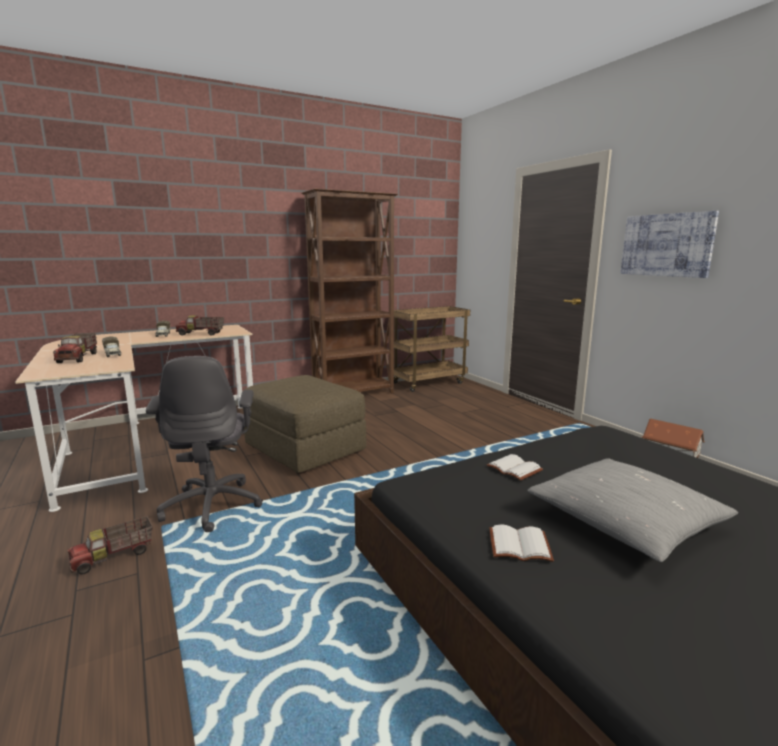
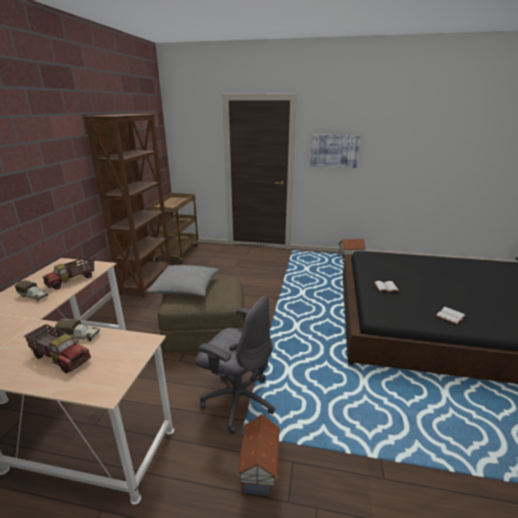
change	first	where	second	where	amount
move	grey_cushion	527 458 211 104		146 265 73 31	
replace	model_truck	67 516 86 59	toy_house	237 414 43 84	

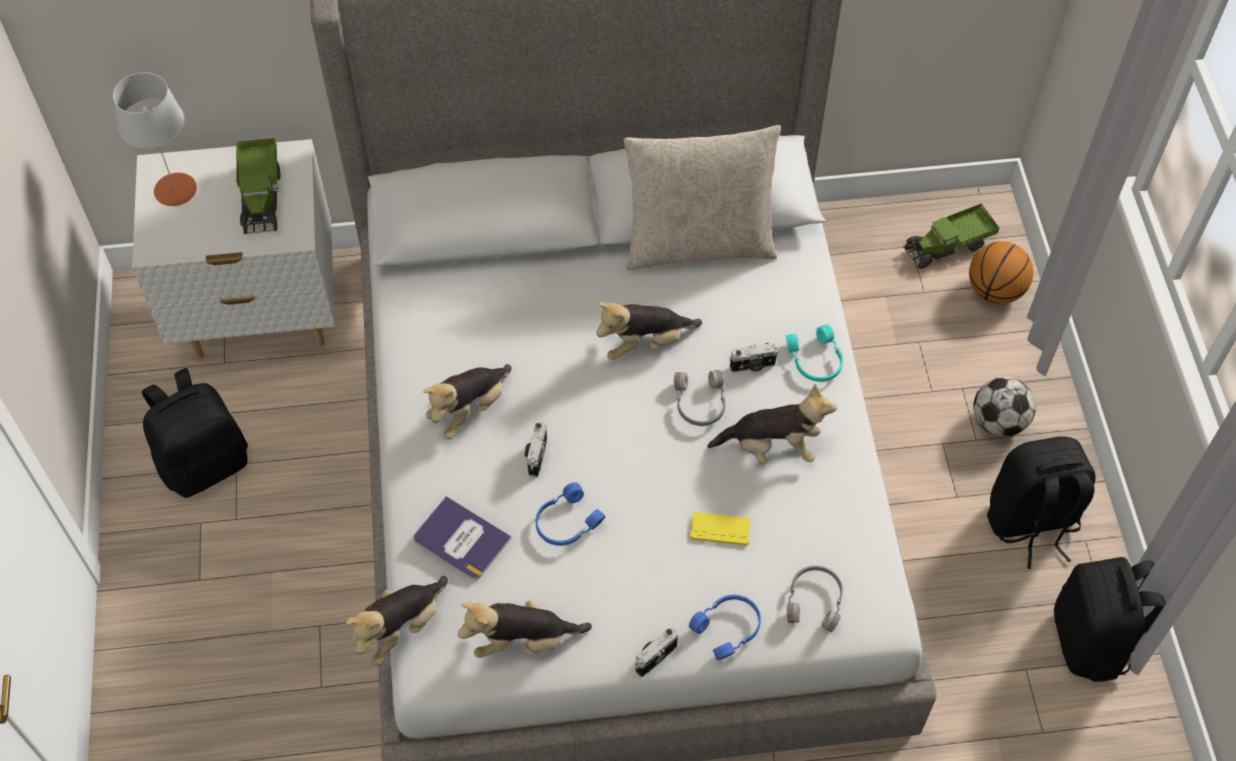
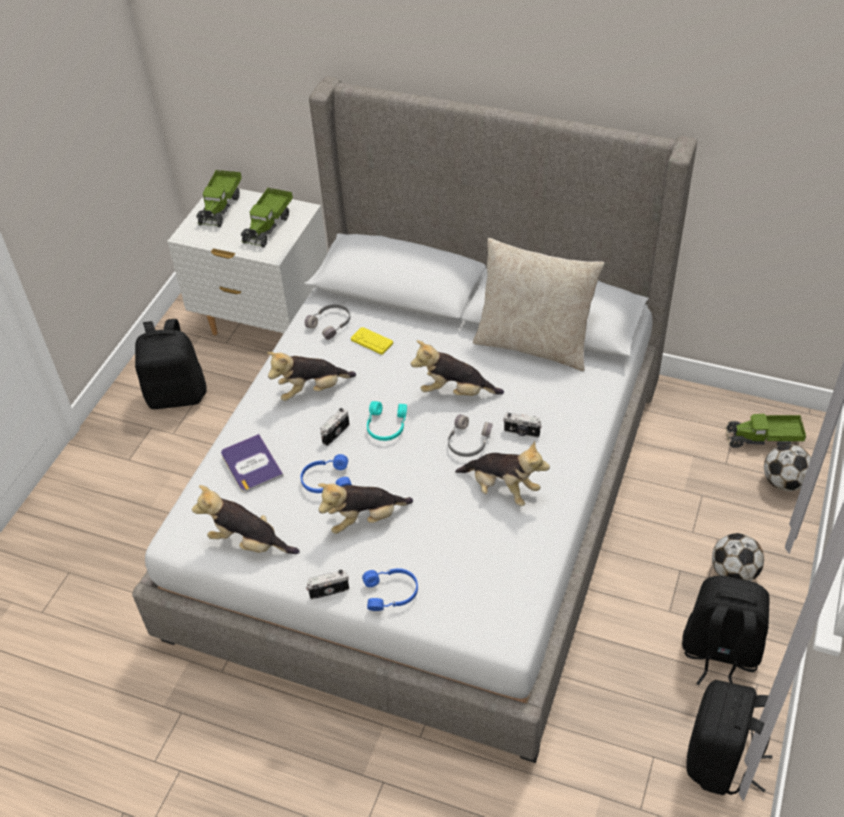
change	first	where	second	where	amount
replace	grey_lamp_for_a_table	113 73 84 133	model_truck	196 170 46 58	
move	grey_headset	787 566 56 66		305 304 45 36	
move	soft_toy	346 576 102 90		318 483 95 51	
move	yellowish_joypad	690 512 61 34		351 327 42 28	
move	turquoise_headset	786 324 57 58		367 401 40 40	
replace	basketball_ball	969 241 64 63	football	764 444 47 47	

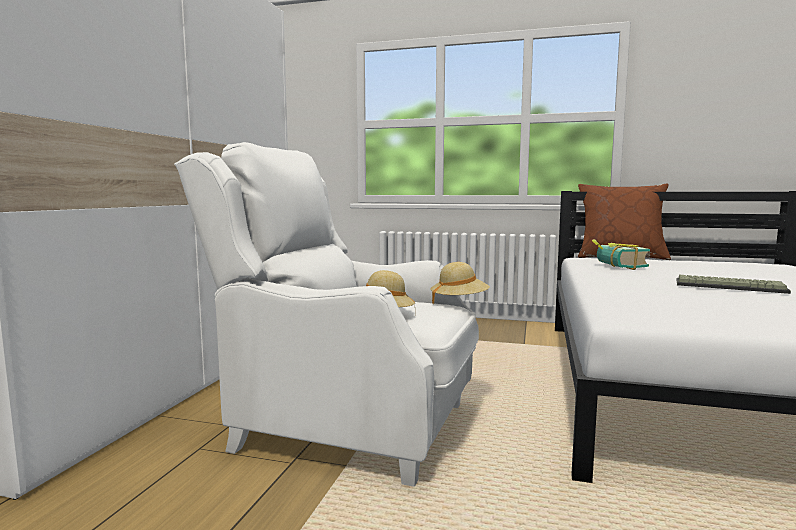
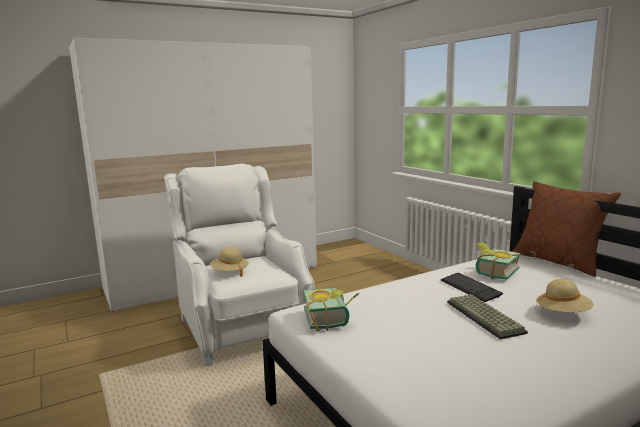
change	first	where	second	where	amount
insert			book	304 287 55 45	
insert			keyboard	441 273 62 29	
move	sand-coloured_wearable_hat	430 262 60 43		536 279 57 33	

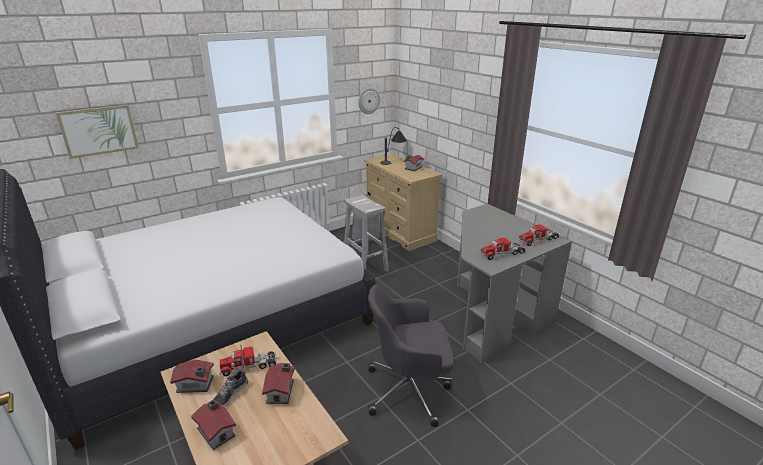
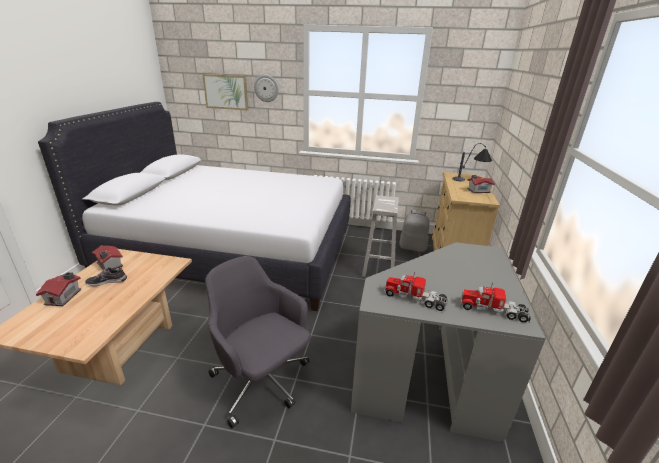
change	first	where	second	where	amount
move	wall_clock	358 88 22 26		254 75 25 27	
delete	model_truck	219 345 58 31			
delete	toy_house	262 363 33 41			

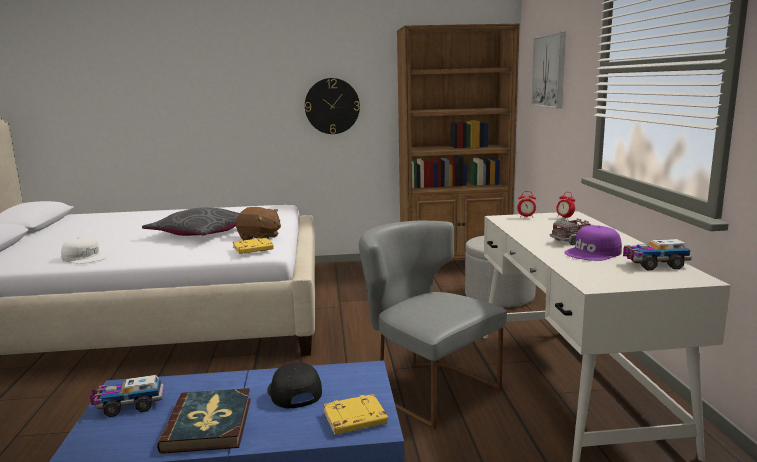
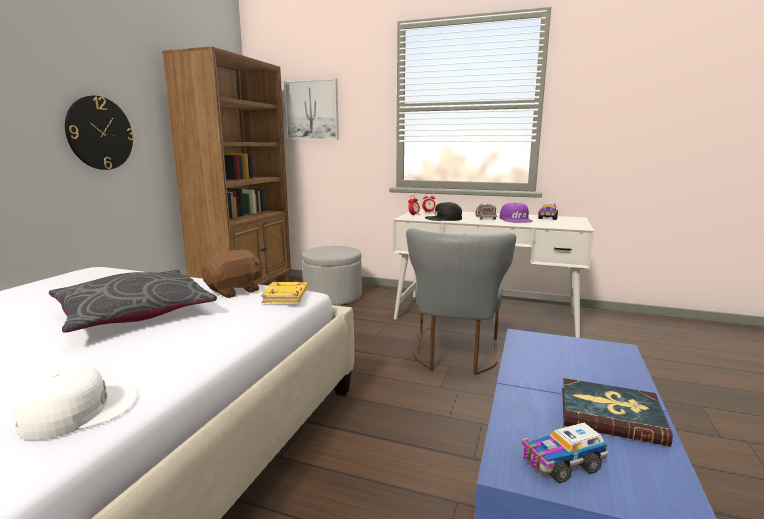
change	first	where	second	where	amount
rotate	grey_chair	359 221 148 208		406 228 110 147	60 degrees counterclockwise
move	black-coloured_cap	267 362 55 47		425 202 37 19	
rotate	model_truck	90 375 74 42		522 423 86 61	60 degrees clockwise
delete	yellowish_book	323 394 65 41			

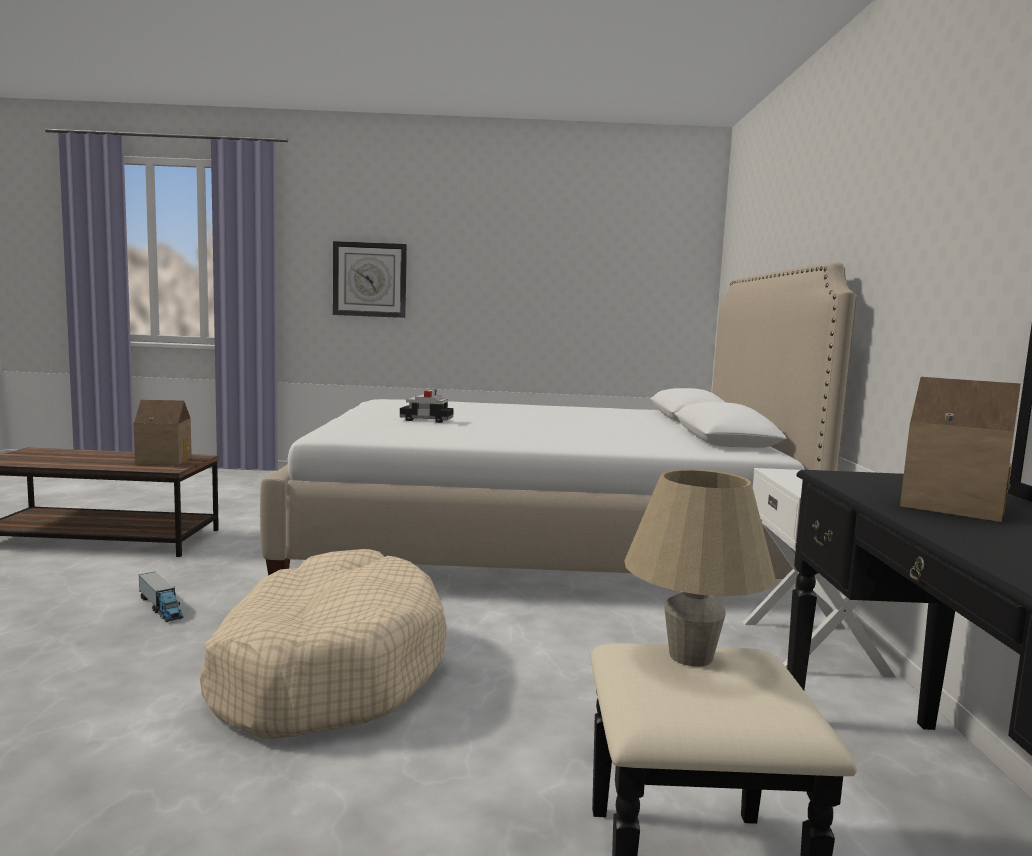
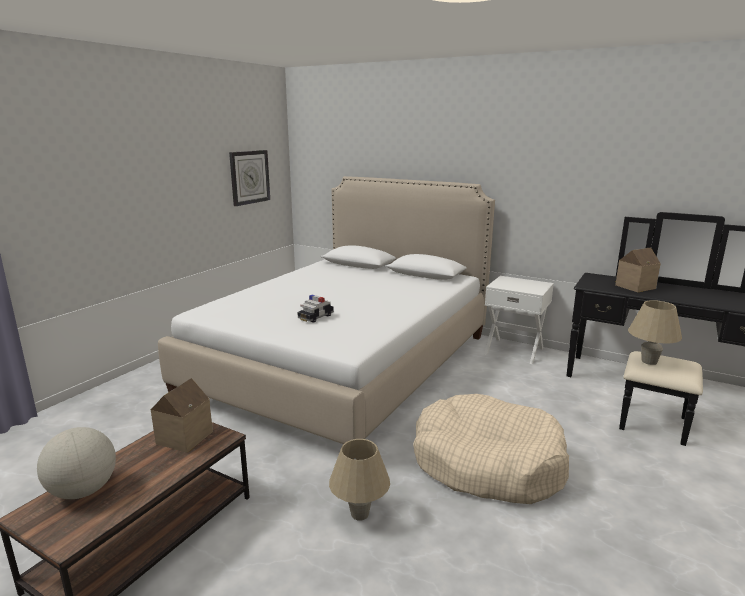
change	first	where	second	where	amount
insert			globe	37 427 79 72	
move	wall_clock	333 241 74 77		229 150 41 56	
replace	model_truck	139 571 44 51	sand-coloured_lamp_for_a_table	329 439 61 82	

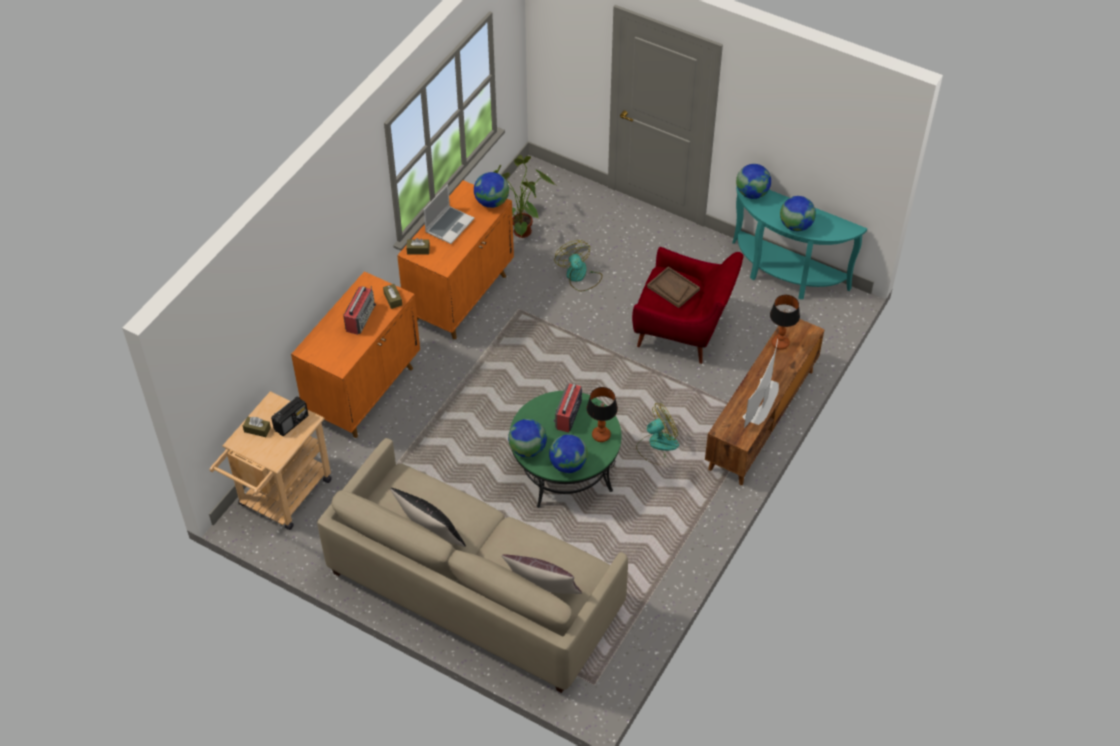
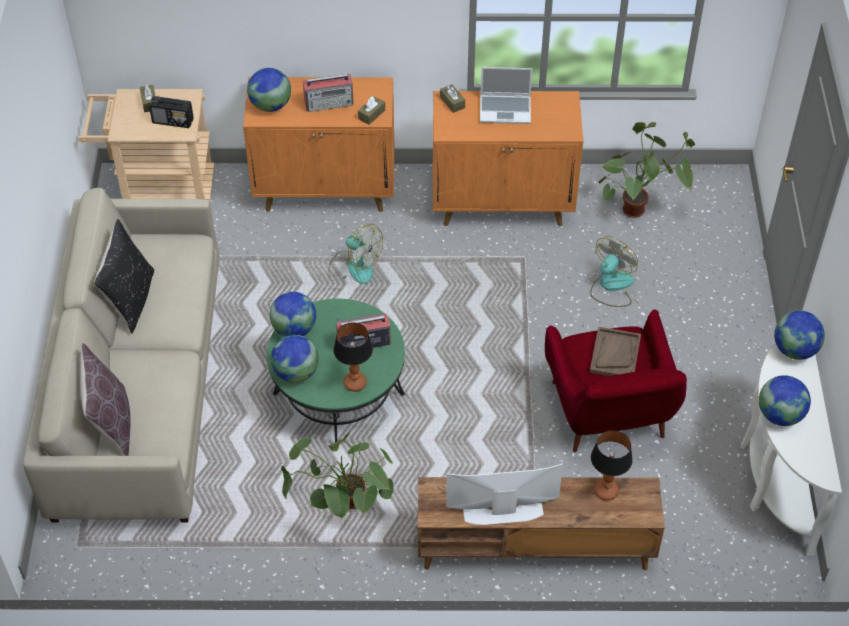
change	first	where	second	where	amount
move	globe	474 172 35 36		247 68 44 44	
insert			houseplant	281 430 113 88	
move	electric_fan	636 403 43 62		329 224 54 60	
recolor	turquoise_hall_table	732 186 135 113	whitish_hall_table	741 343 101 213	

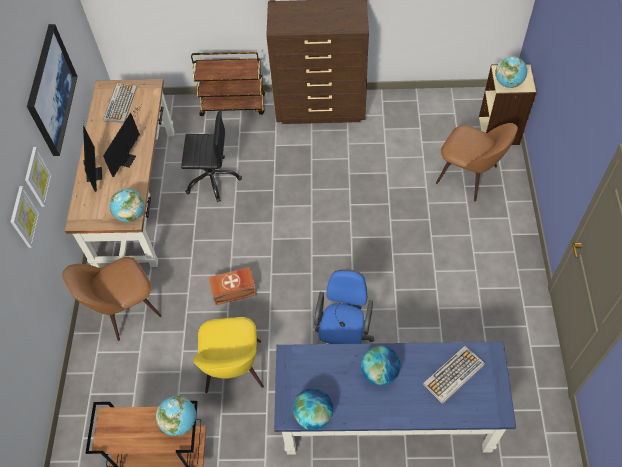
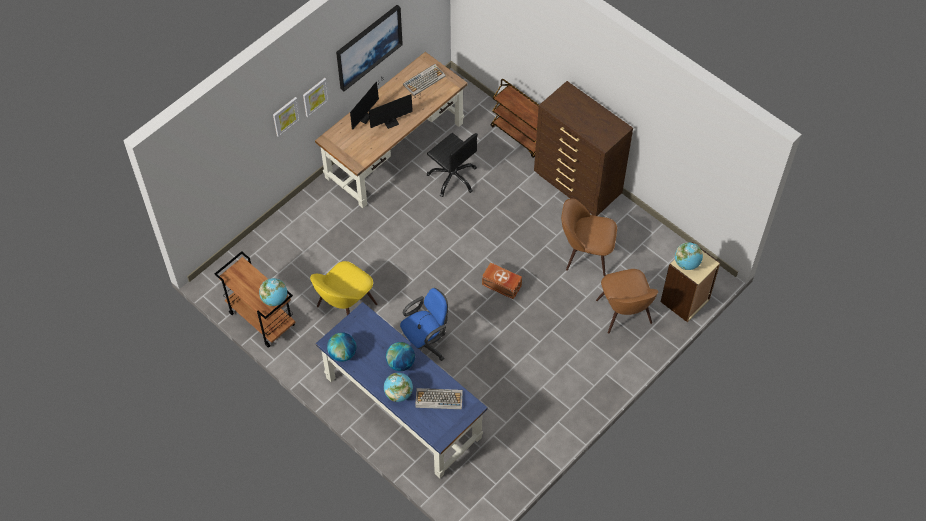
change	first	where	second	where	amount
move	globe	110 189 34 33		384 373 29 29	
move	brownish_storage_bin	208 267 49 38		482 262 40 37	
move	brownish_chair	62 257 100 84		561 198 56 78	

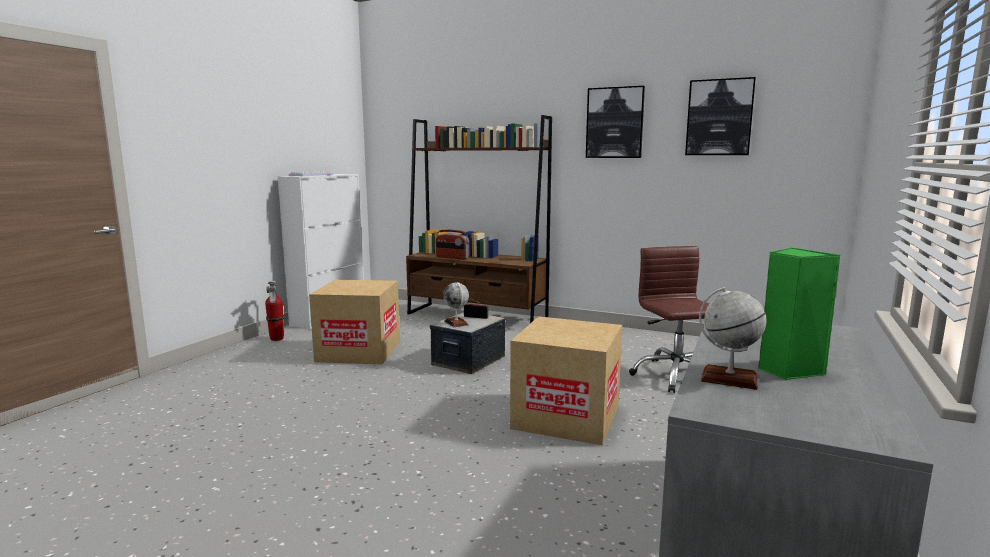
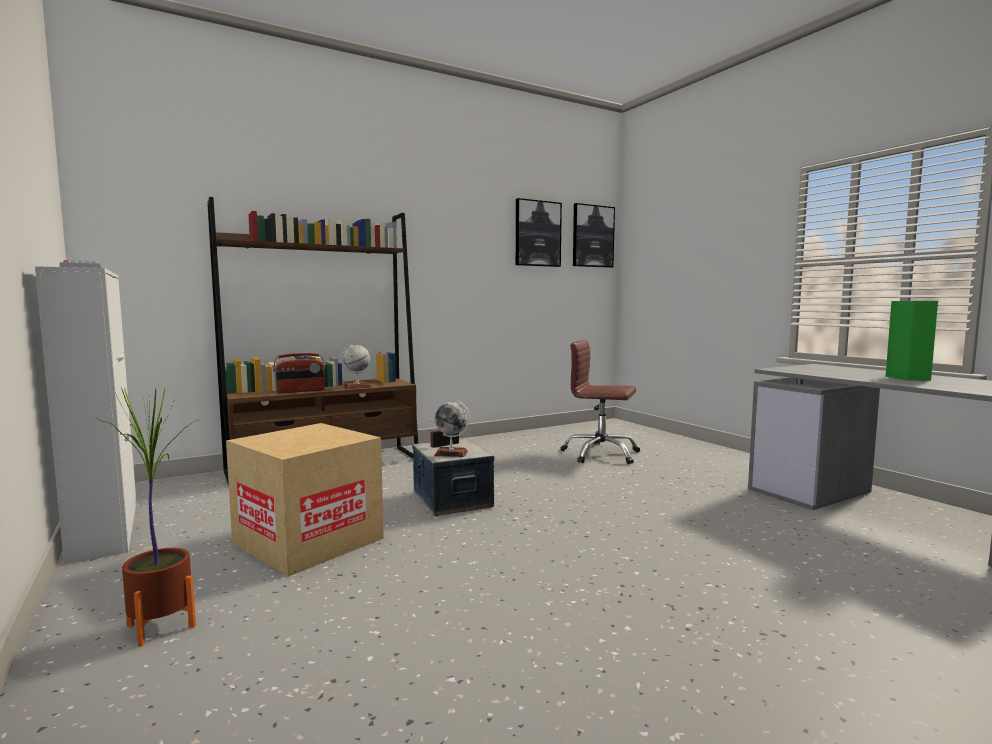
change	first	where	second	where	amount
insert			houseplant	96 386 102 261	
move	globe	699 287 67 103		341 344 31 45	
move	picture	586 86 59 72		573 203 42 65	
delete	fire_extinguisher	265 281 19 60			
delete	cardboard_box	510 316 112 129			

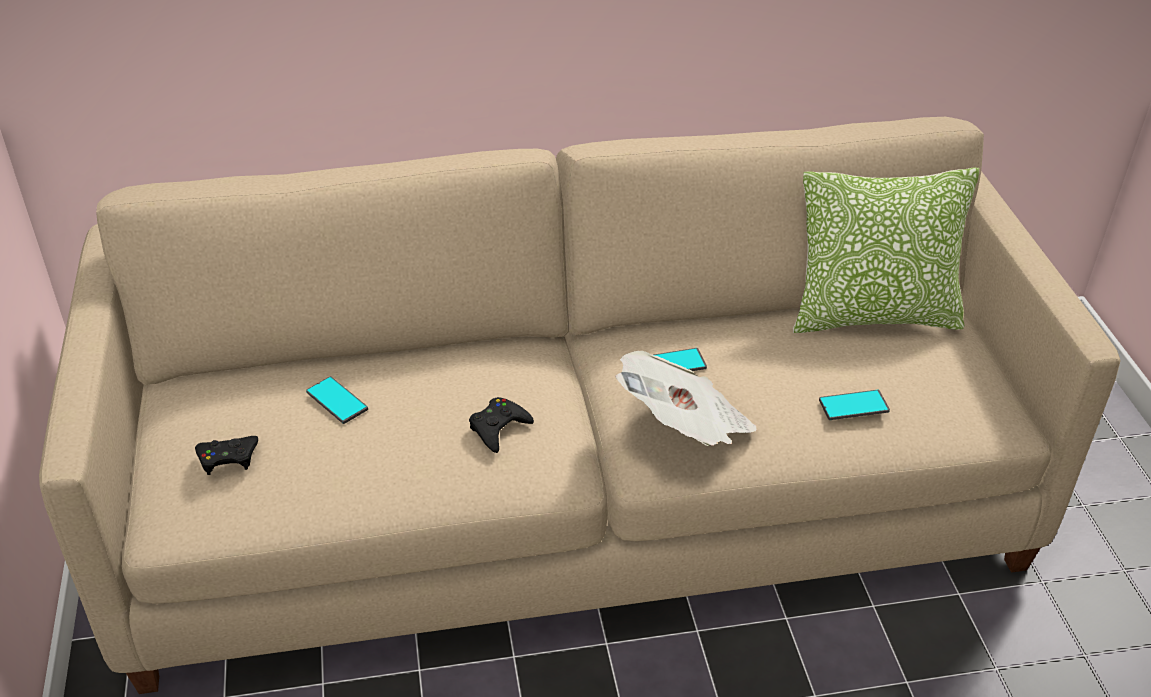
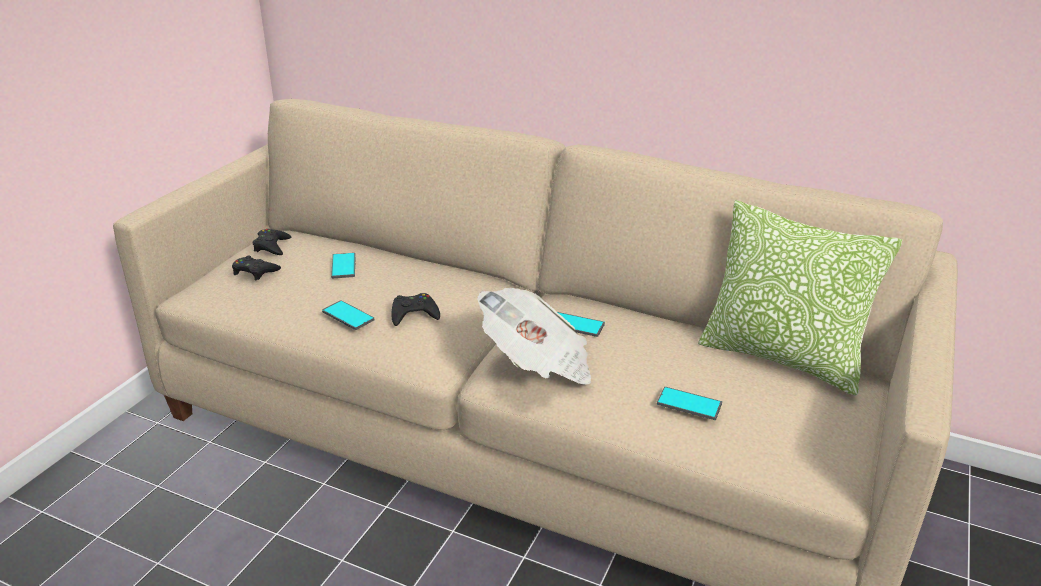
change	first	where	second	where	amount
insert			black-coloured_joypad	253 229 38 26	
insert			handset	322 300 52 30	

